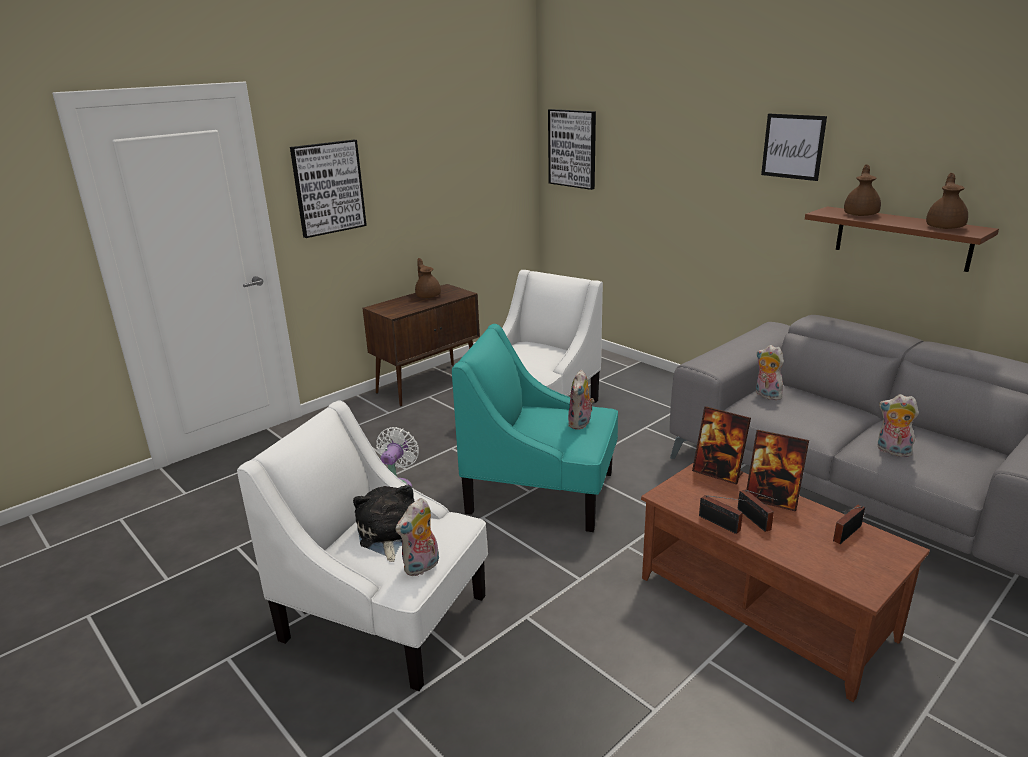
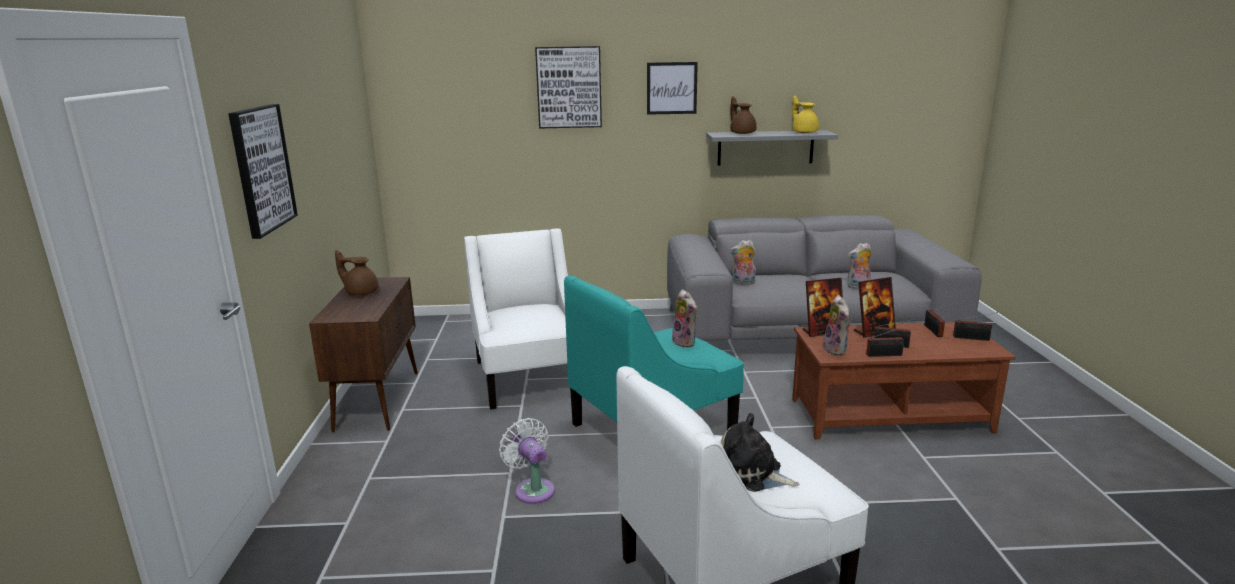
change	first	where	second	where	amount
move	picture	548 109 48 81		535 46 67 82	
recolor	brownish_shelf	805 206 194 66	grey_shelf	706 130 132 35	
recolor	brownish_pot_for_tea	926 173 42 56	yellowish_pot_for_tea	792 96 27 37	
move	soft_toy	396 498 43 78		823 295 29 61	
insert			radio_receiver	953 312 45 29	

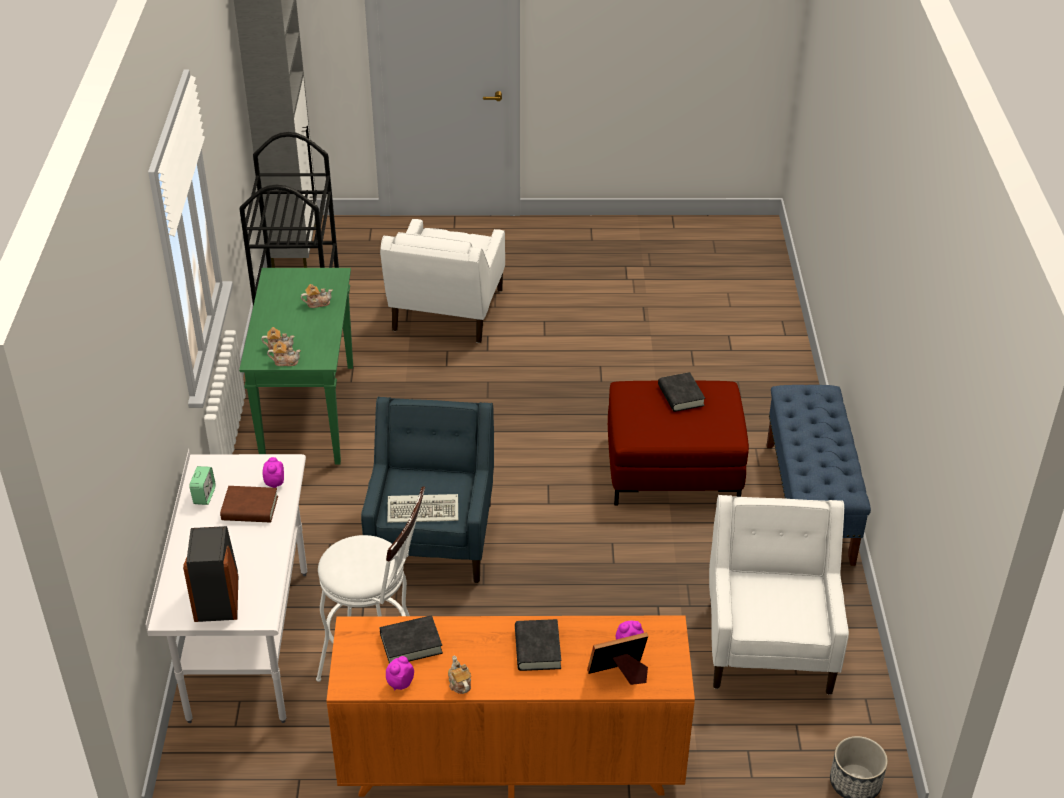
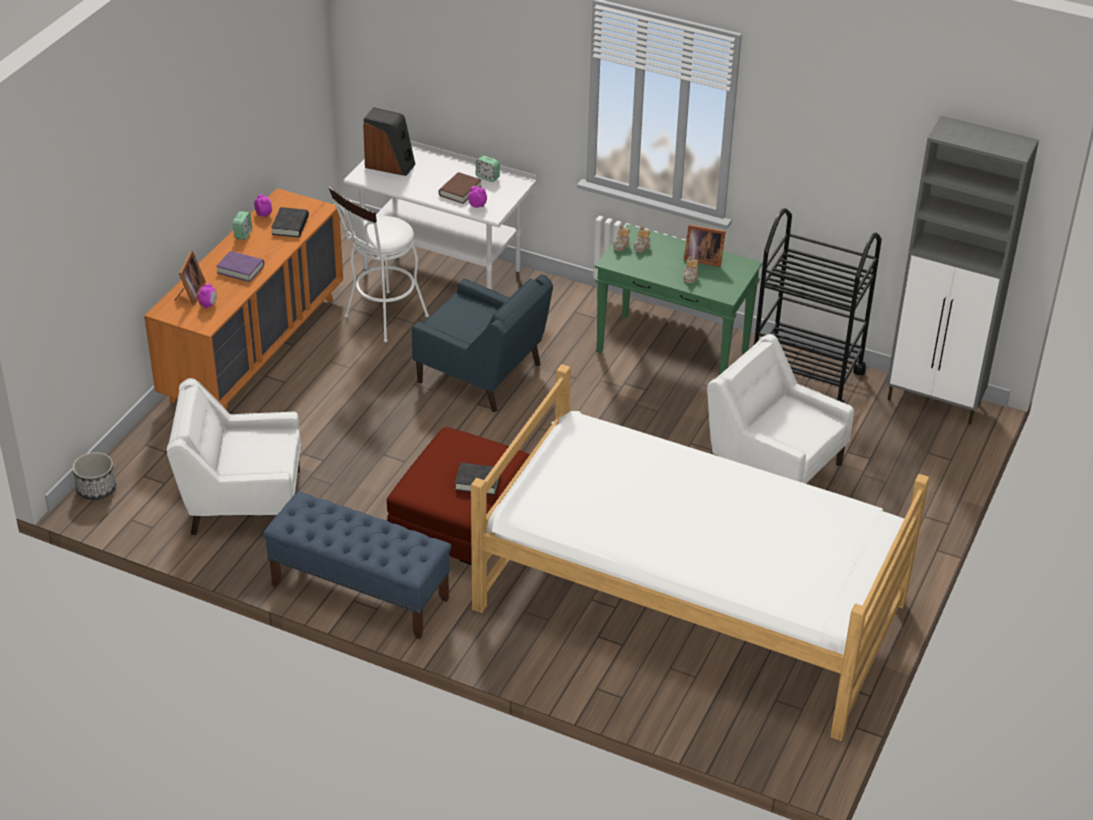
change	first	where	second	where	amount
rotate	whitish_armchair	709 495 140 200		167 378 134 157	150 degrees clockwise
recolor	black-coloured_book	515 619 46 52	purple-coloured_book	216 251 48 31	
replace	pot_for_tea	448 656 23 38	alarm_clock	233 211 19 29	
insert			sleeping_bed	471 364 458 377	
insert			standing_frame	684 224 42 43	
delete	keyboard	387 494 71 29			

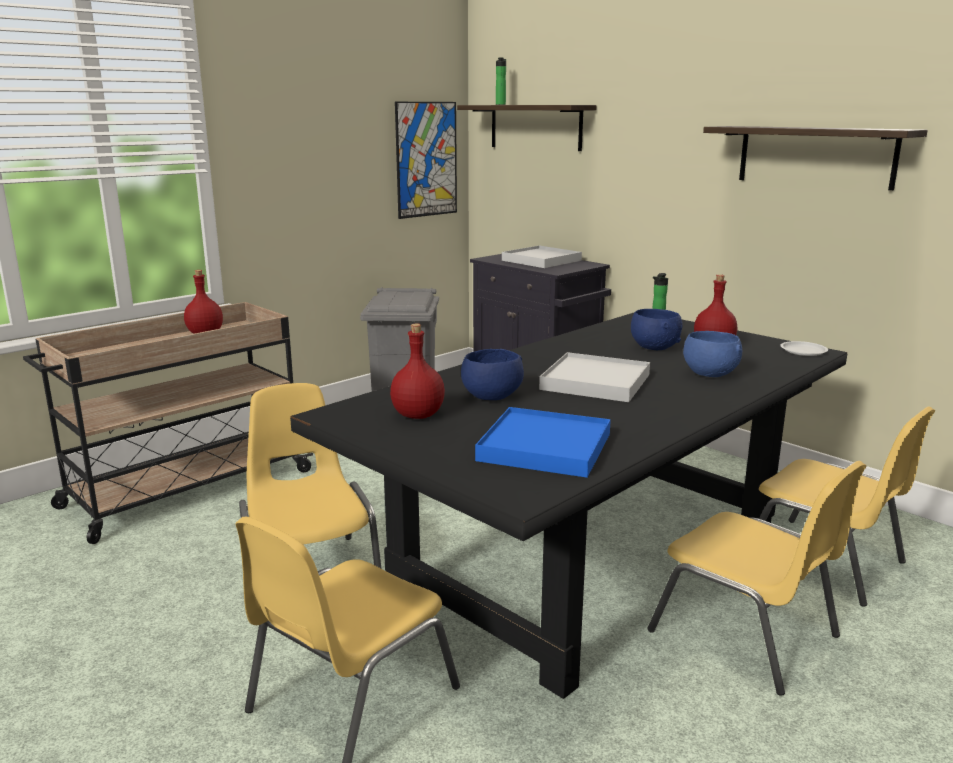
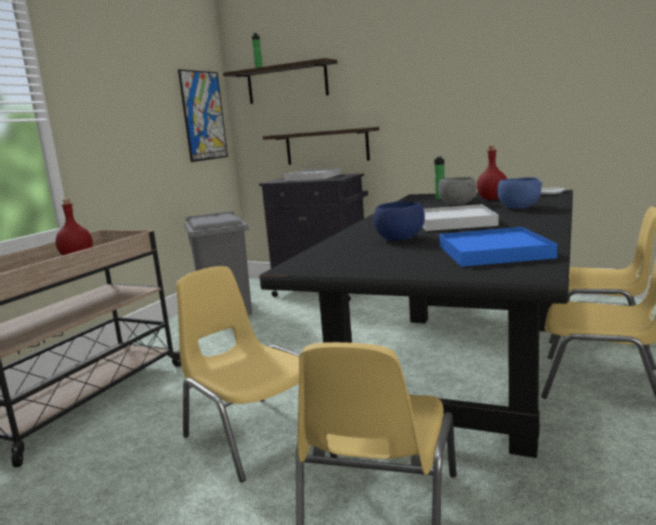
change	first	where	second	where	amount
move	shelf	703 126 225 64		263 127 116 38	
recolor	blue_deep_dish	631 309 52 41	grey_deep_dish	438 177 39 28	
delete	red-coloured_beverage_bottle	390 324 55 95			

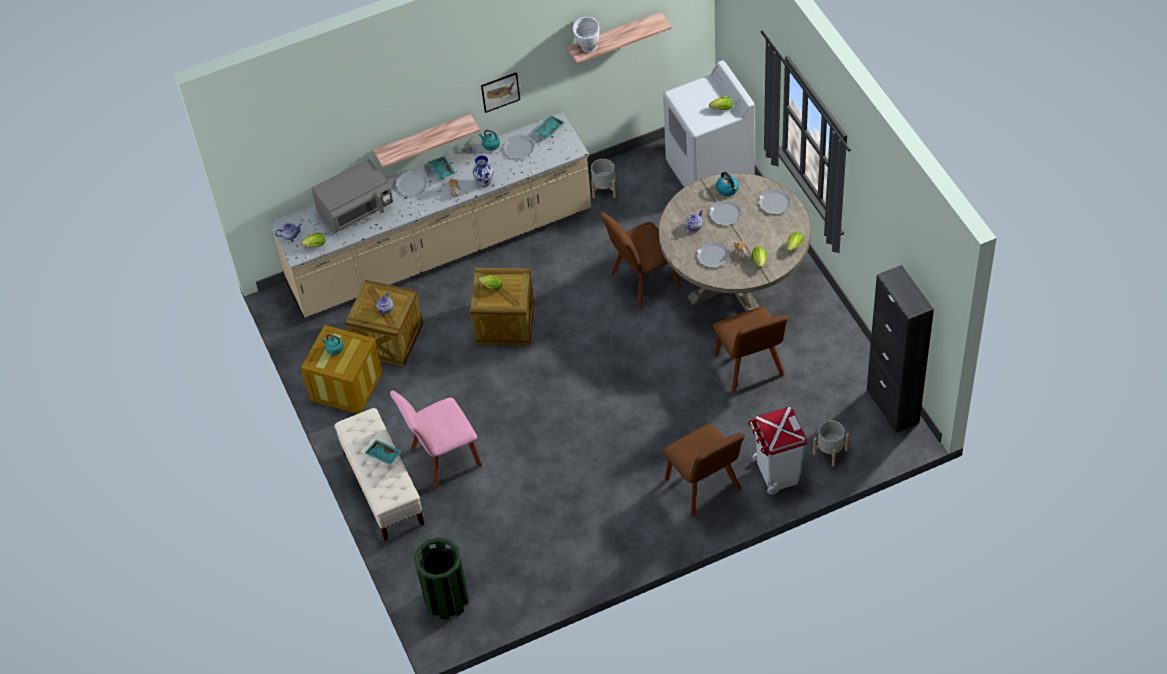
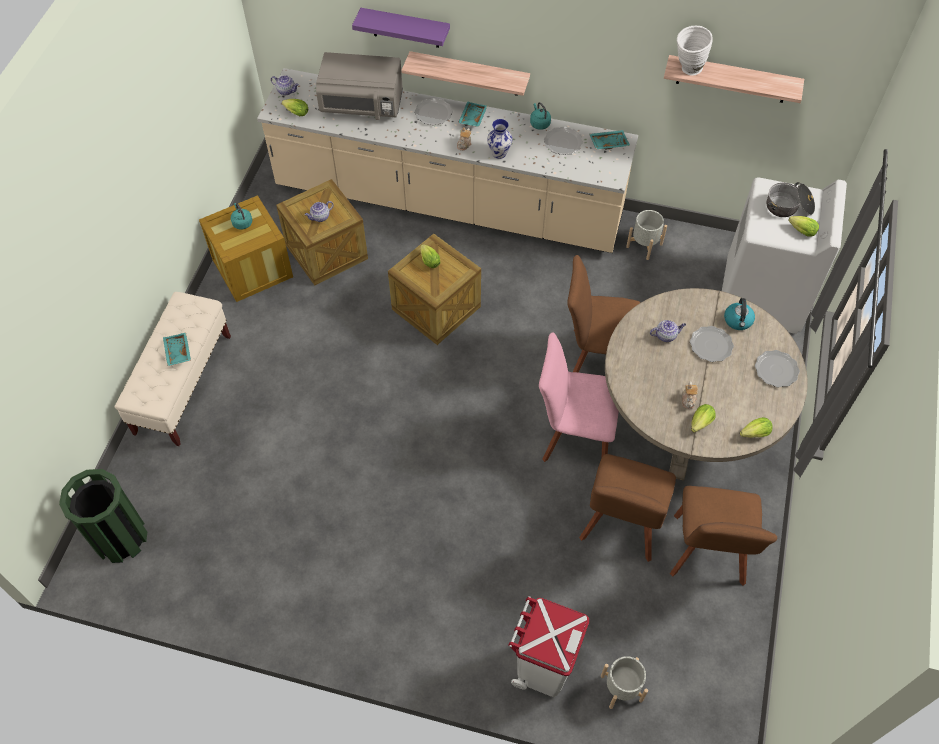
change	first	where	second	where	amount
insert			purple-coloured_shelf	352 8 98 40	
move	pinkish_chair	390 390 92 100		539 333 80 129	
move	brownish_chair	663 424 82 93		670 486 107 99	
insert			saucepot	767 182 48 35	
delete	picture	481 72 39 41			
delete	flat_dish	696 242 34 26			
delete	black-coloured_cupboard	867 265 67 168			

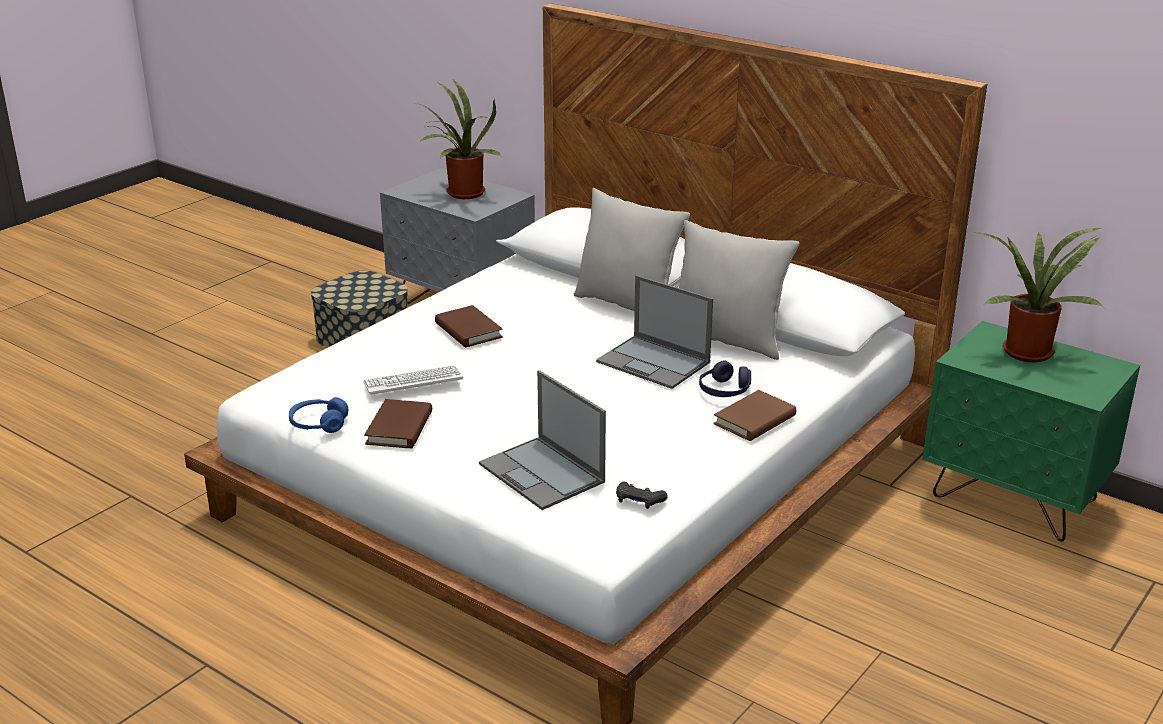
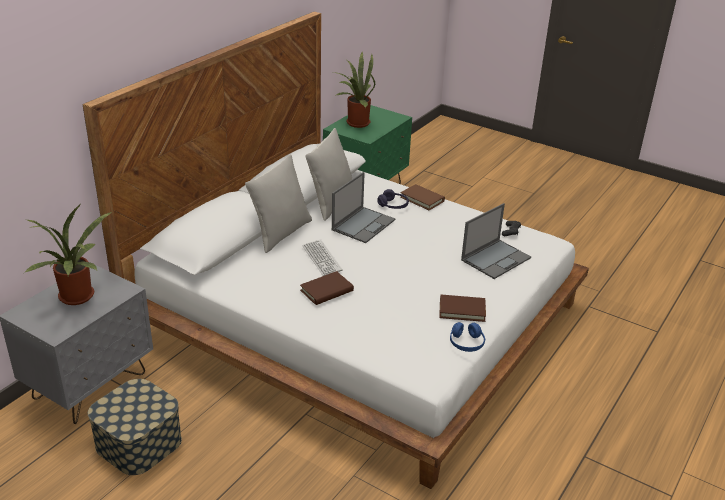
change	first	where	second	where	amount
move	keyboard	363 365 100 30		302 239 40 37	

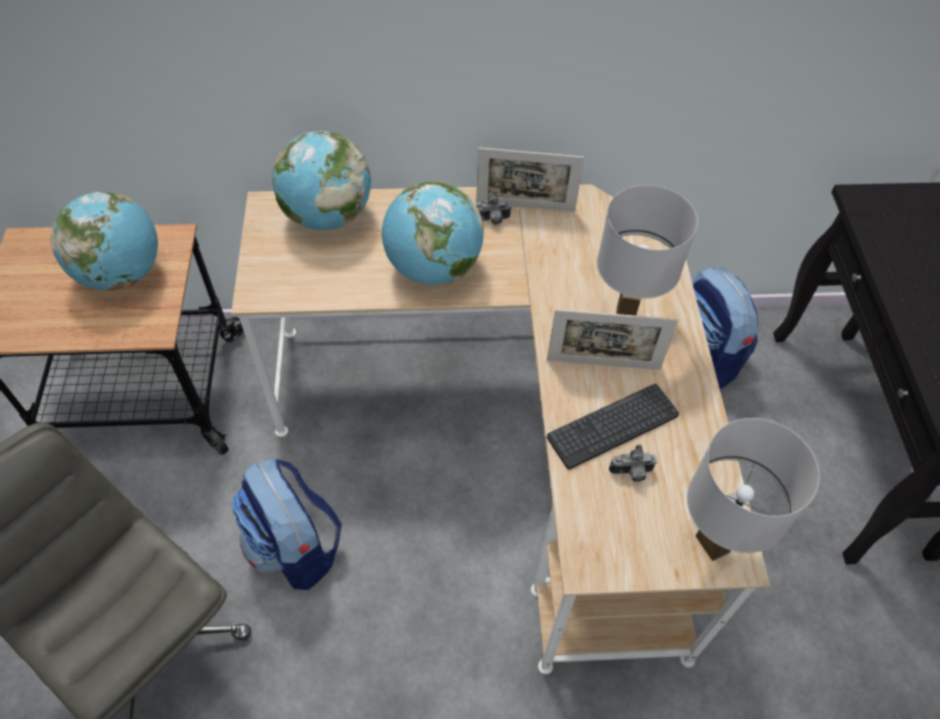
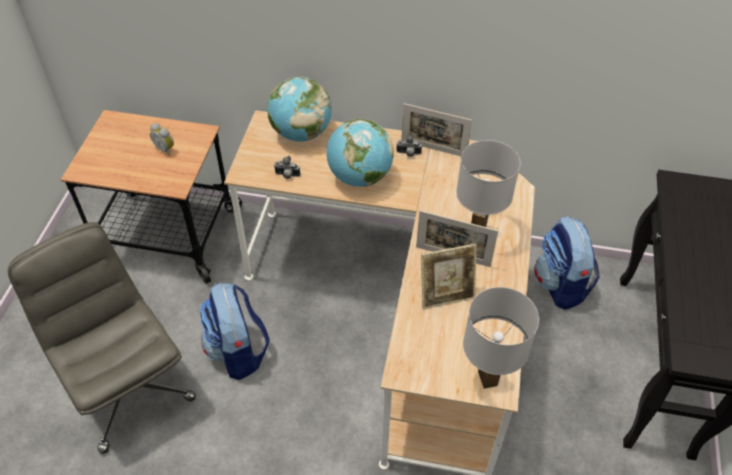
change	first	where	second	where	amount
replace	globe	51 191 107 100	alarm_clock	150 123 24 33	
move	photo_camera	609 444 48 38		274 156 26 23	
replace	keyboard	547 384 132 85	standing_frame	421 244 56 65	

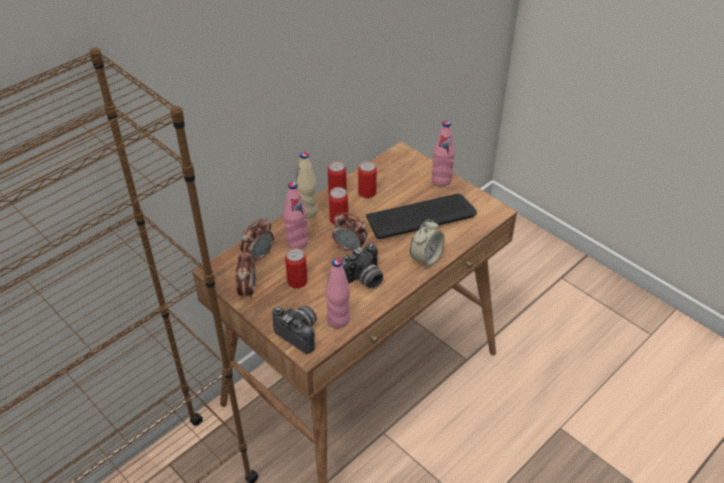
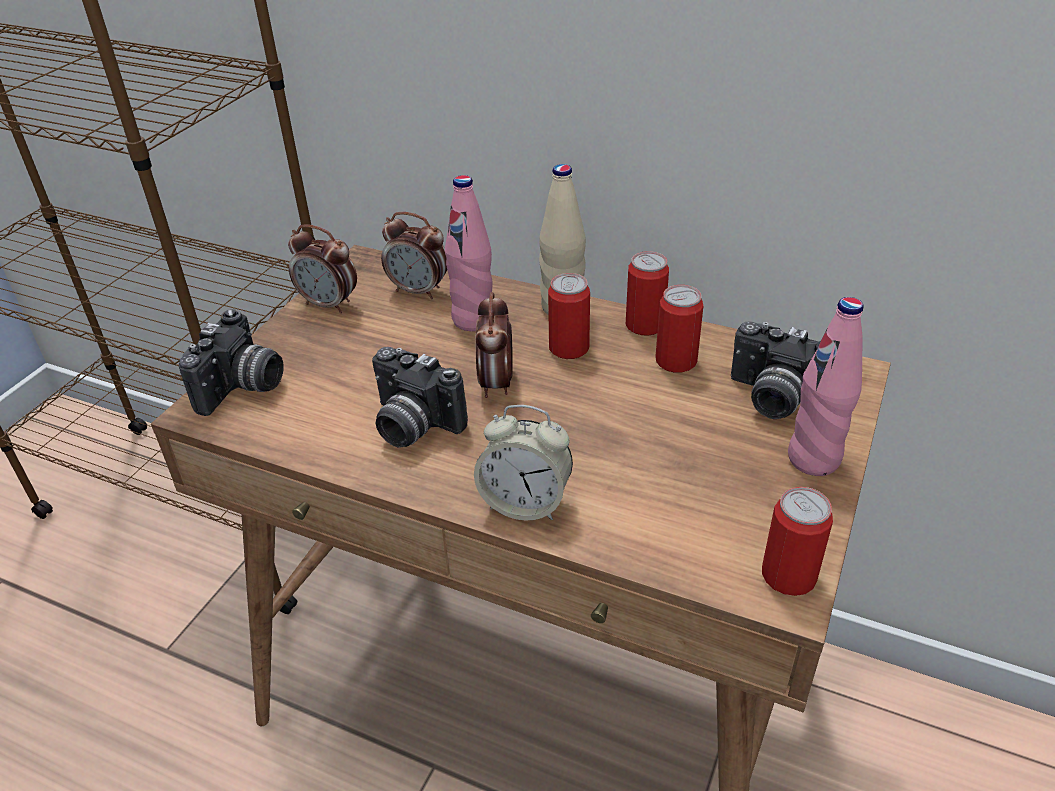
change	first	where	second	where	amount
rotate	alarm_clock	236 250 20 50		288 225 69 88	45 degrees clockwise
insert			photo_camera	731 321 90 98	
move	sealed_can	285 248 23 40		762 487 71 109	
delete	pinkish_beverage_bottle	325 258 25 70			
delete	keyboard	366 194 111 45			

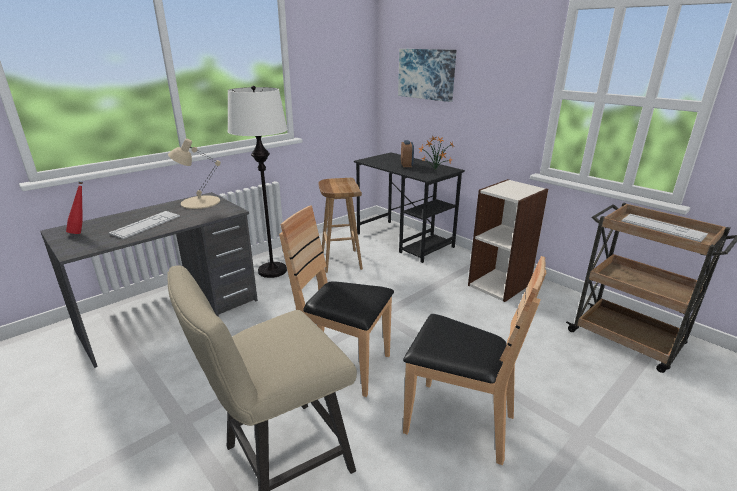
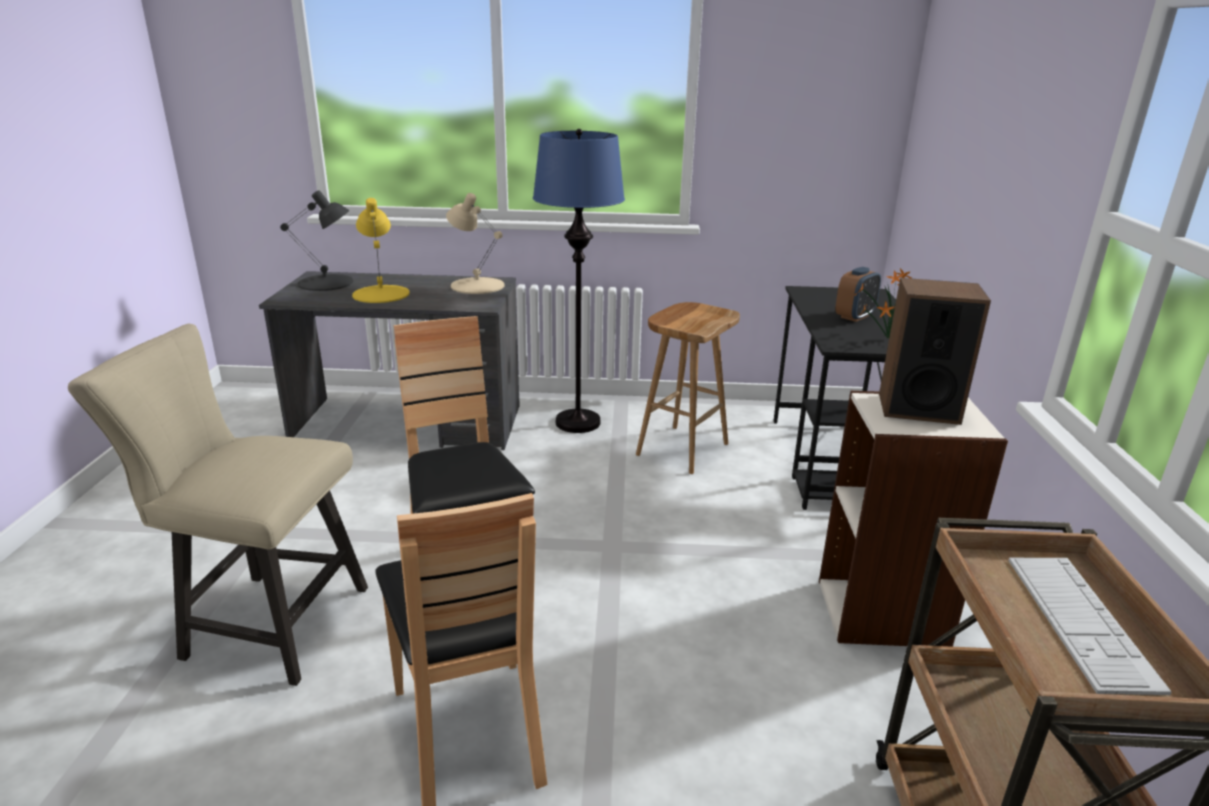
change	first	where	second	where	amount
replace	red-coloured_beverage_bottle	66 181 17 53	black-coloured_lamp_for_a_table	280 190 74 101	
replace	keyboard	109 211 71 28	yellowish_lamp_for_a_table	352 198 58 105	
recolor	whitish_standard_lamp	227 86 61 192	blue_standard_lamp	533 129 92 304	
insert			audio_speaker	879 278 112 147	
delete	picture	398 49 58 53			

